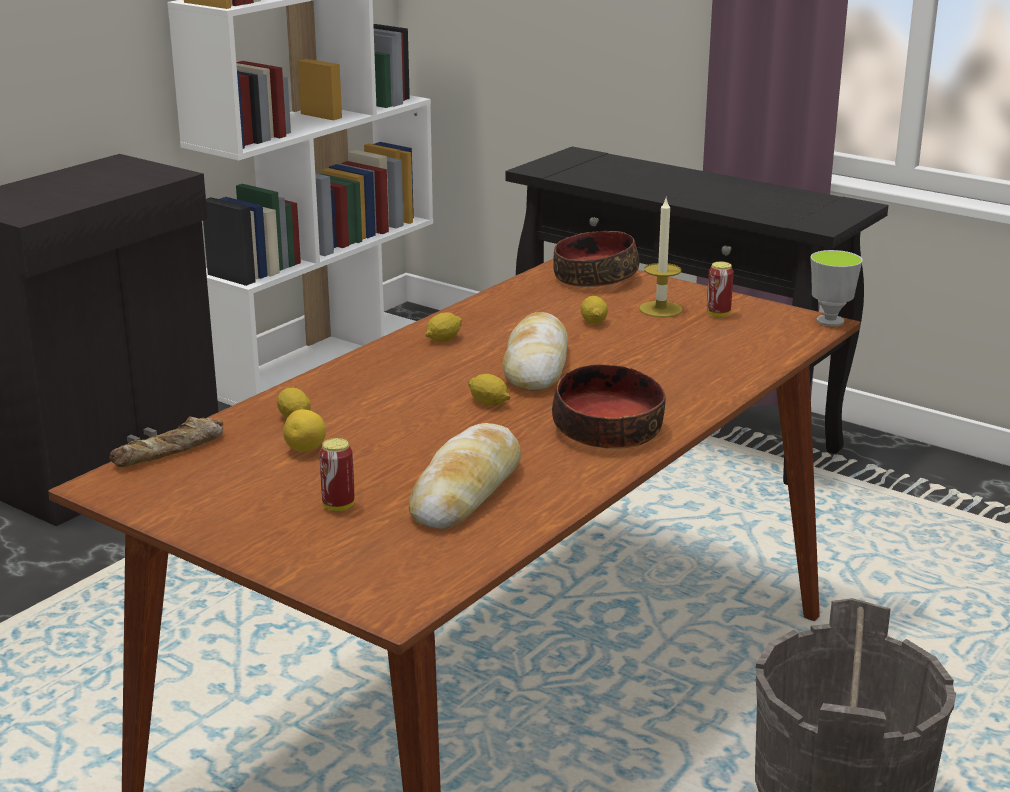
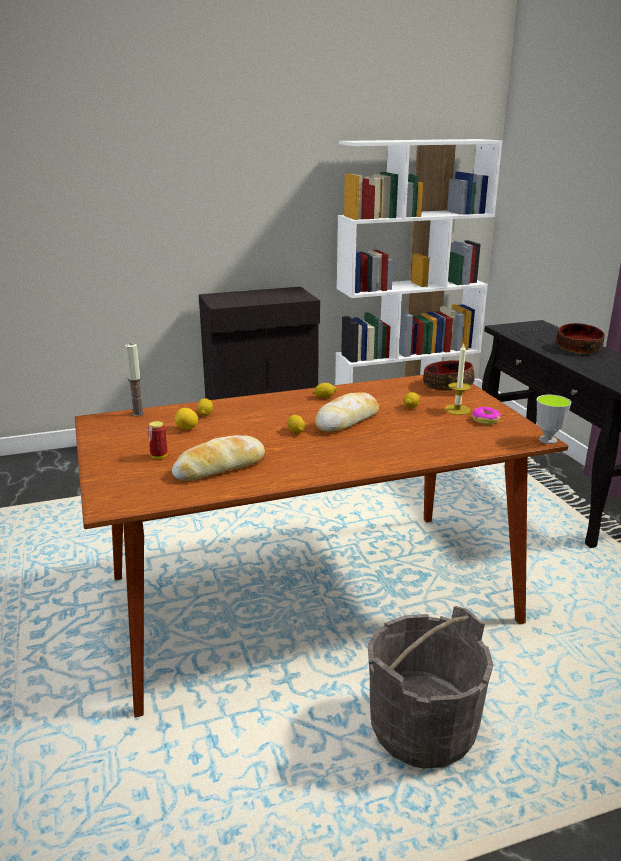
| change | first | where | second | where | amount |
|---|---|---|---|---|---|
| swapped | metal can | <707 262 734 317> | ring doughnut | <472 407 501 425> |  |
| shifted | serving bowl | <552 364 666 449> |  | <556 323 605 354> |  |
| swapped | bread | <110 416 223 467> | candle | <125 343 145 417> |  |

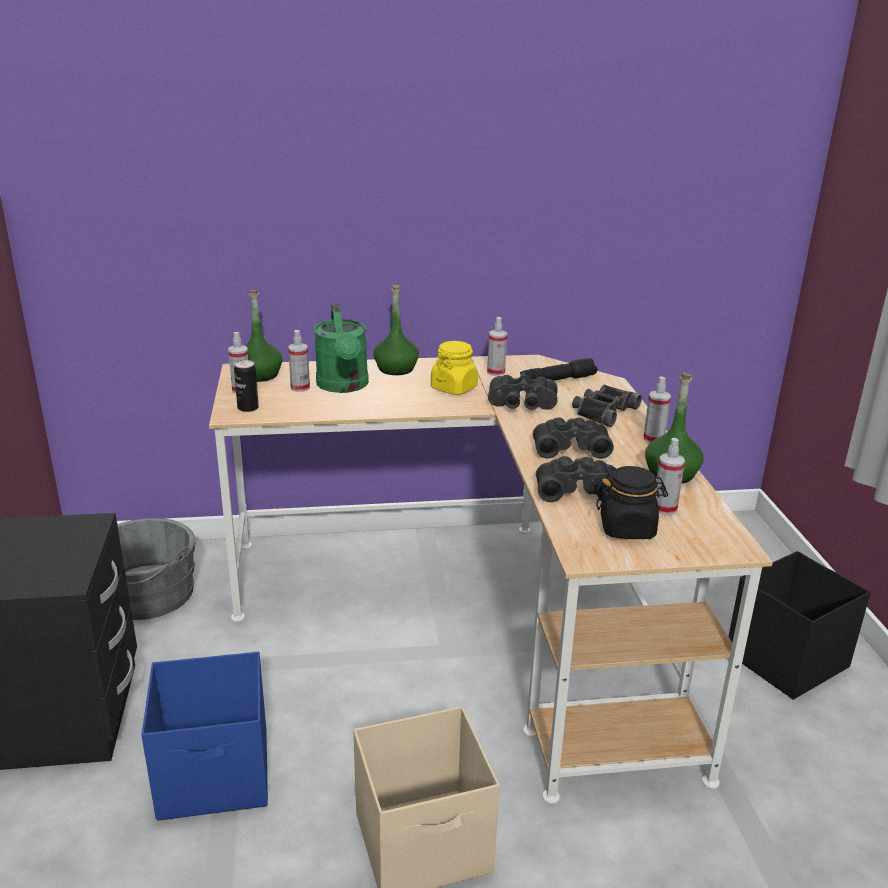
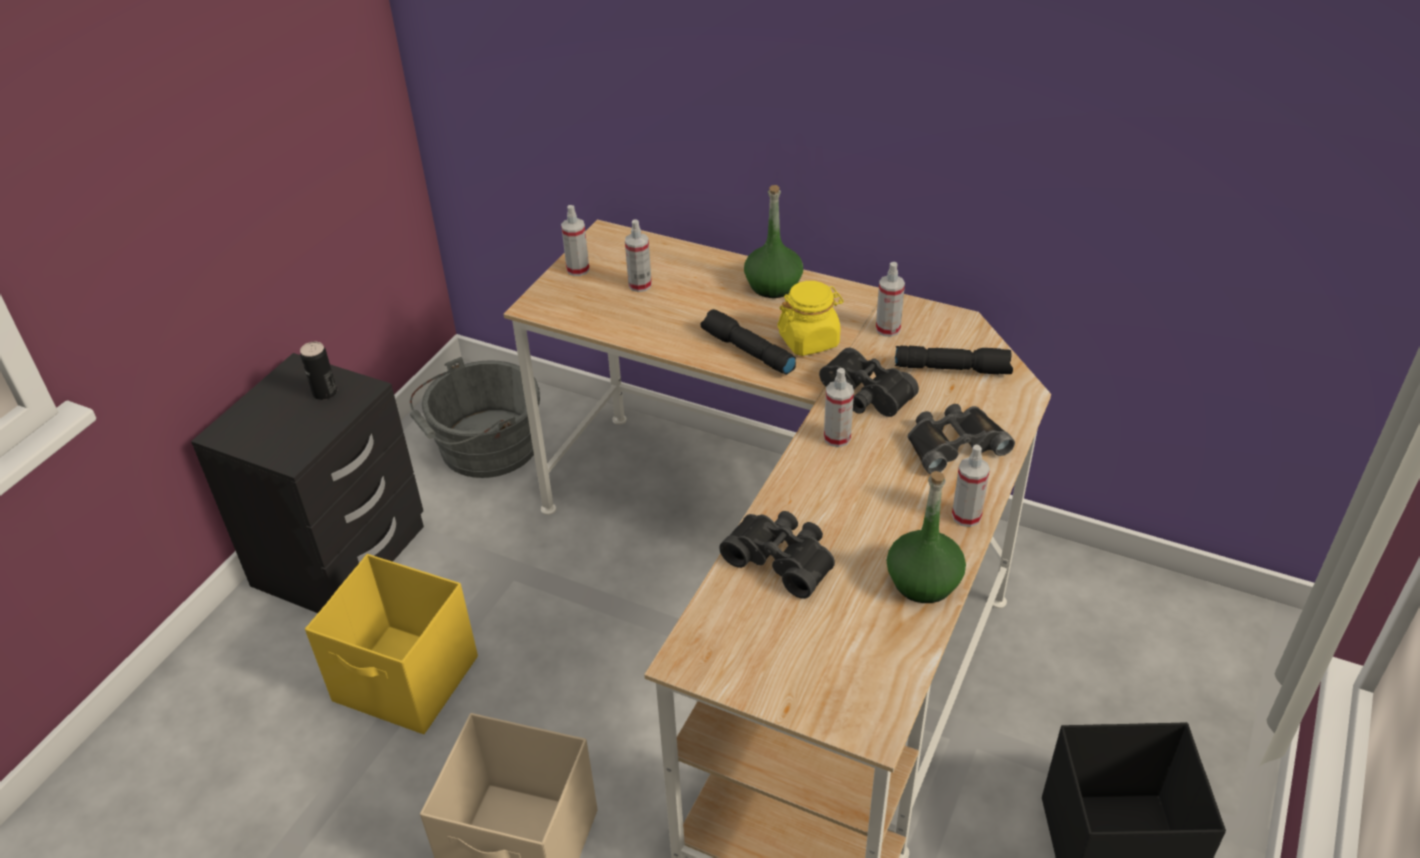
| change | first | where | second | where | amount |
|---|---|---|---|---|---|
| gone | greenish bottle | <246 290 282 382> |  |  |  |
| gone | greenish sprinkling can | <314 304 369 393> |  |  |  |
| shifted | metal can | <234 360 259 412> |  | <300 342 337 400> |  |
| gone | black field glasses | <533 417 614 459> |  |  |  |
| shifted | hand sprayer | <656 438 685 515> |  | <824 368 854 447> |  |
| gone | black jar | <596 466 668 539> |  |  |  |
| repainted | bluish storage bin | <141 652 268 821> | yellowish storage bin | <305 554 478 734> |  |
| new |  |  | black torch | <700 309 796 375> |  |

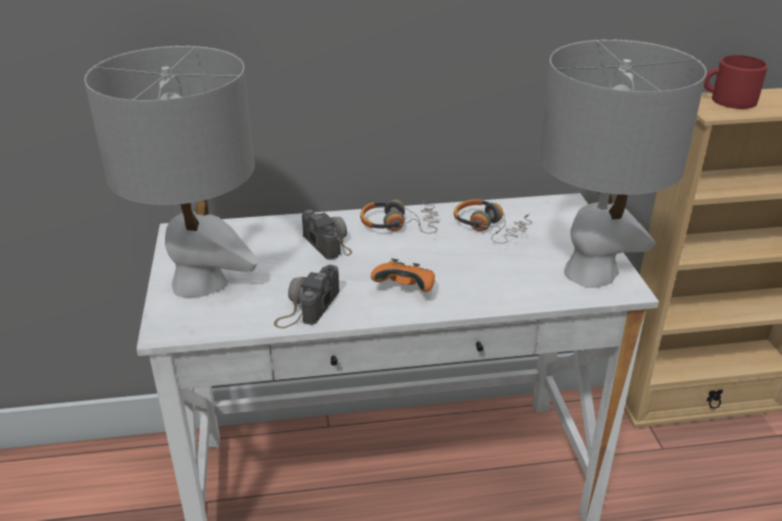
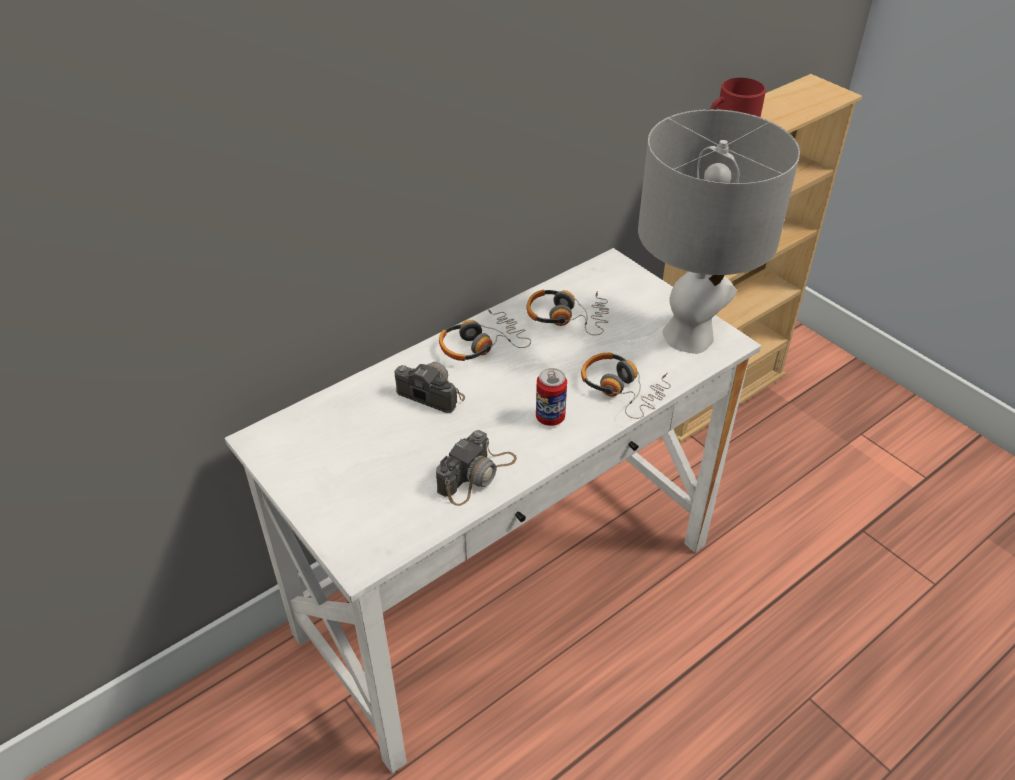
| change | first | where | second | where | amount |
|---|---|---|---|---|---|
| gone | gray table lamp | <84 46 258 297> |  |  |  |
| swapped | orange-coloured joypad | <371 258 435 292> | metal can | <536 368 567 426> |  |
| rotated | still camera | <274 265 340 328> |  | <436 430 517 506> | 135 degrees counterclockwise |
| new |  |  | headset | <581 353 671 419> |  |

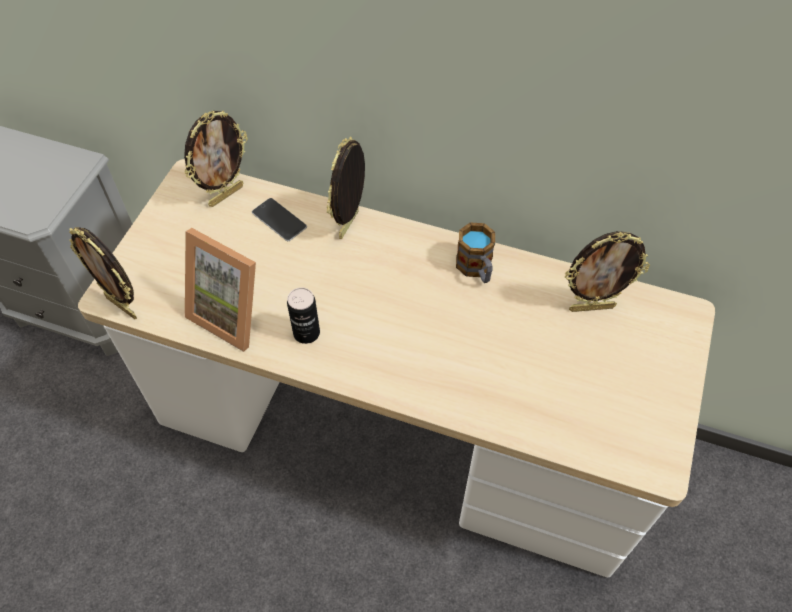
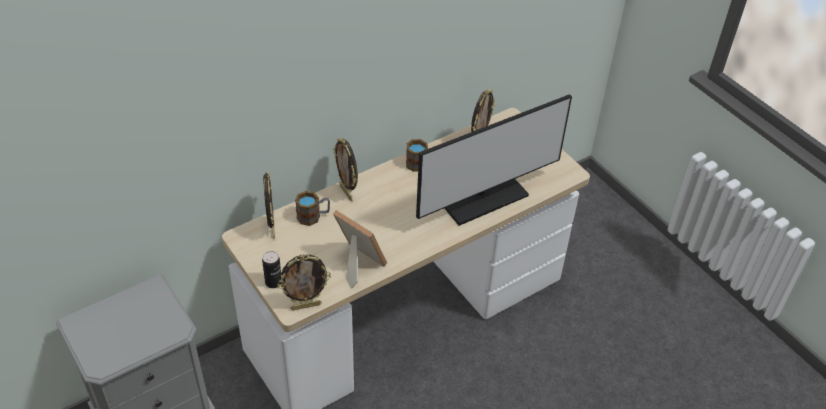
| change | first | where | second | where | amount |
|---|---|---|---|---|---|
| swapped | phone | <252 198 307 241> | tea mug | <295 191 330 226> |  |
| rotated | standing frame | <185 228 256 352> |  | <333 210 387 288> | 120 degrees counterclockwise |
| shifted | metal can | <287 287 320 344> |  | <262 251 281 288> |  |
| new |  |  | monitor | <416 94 572 226> |  |

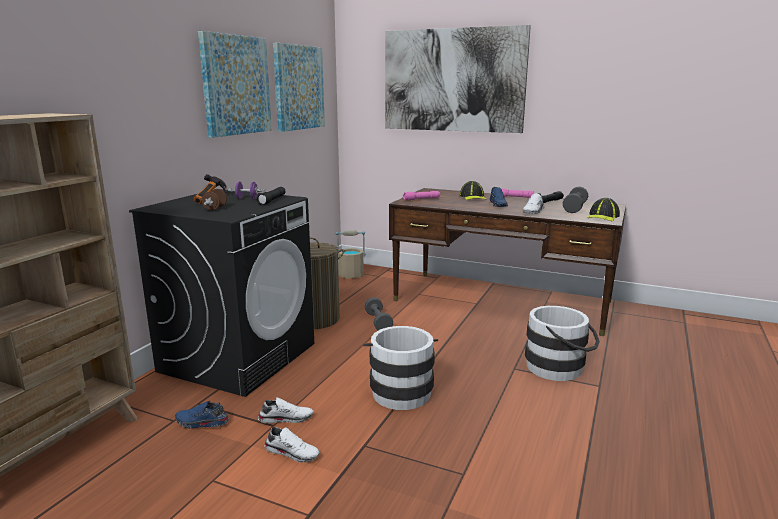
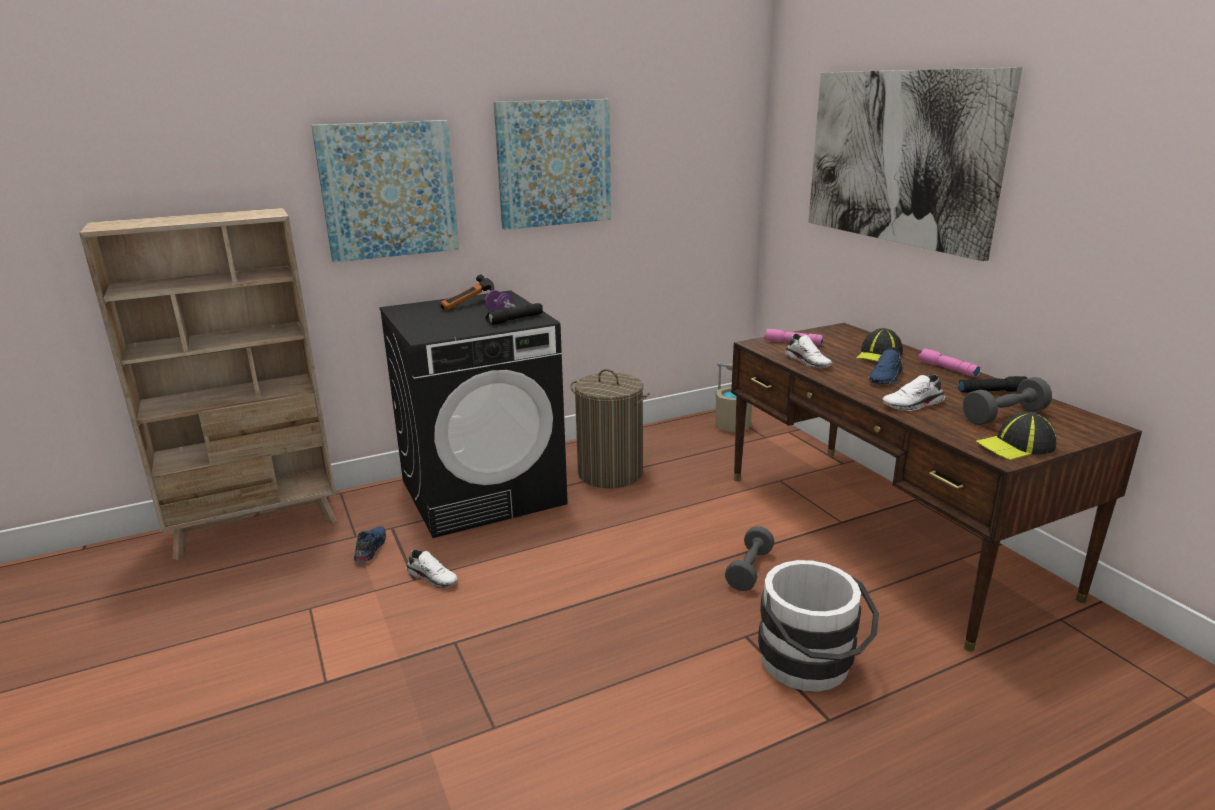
| change | first | where | second | where | amount |
|---|---|---|---|---|---|
| shifted | wall picture | <273 43 325 132> |  | <311 120 459 263> |  |
| gone | brownish hand weight | <202 189 227 210> |  |  |  |
| shifted | gray hand weight | <364 297 393 330> |  | <725 526 774 591> |  |
| gone | whitish pail | <363 326 438 410> |  |  |  |
| rotated | bluish item of footwear | <175 401 229 428> |  | <354 527 386 562> | 45 degrees clockwise |
| shifted | whitish item of footwear | <264 427 320 463> |  | <785 334 832 368> |  |

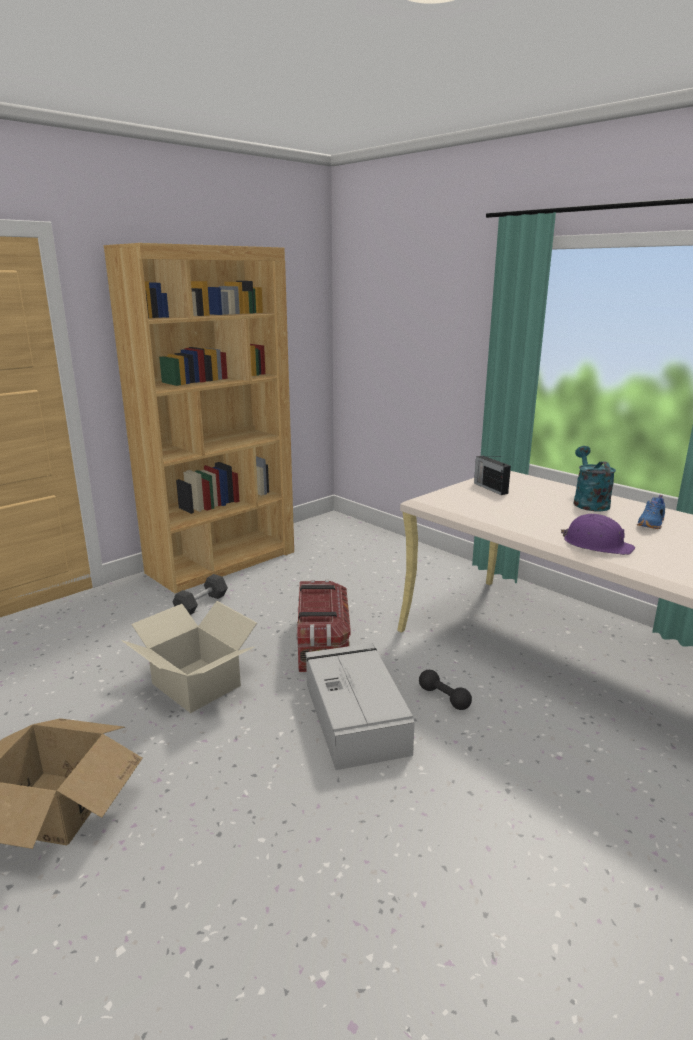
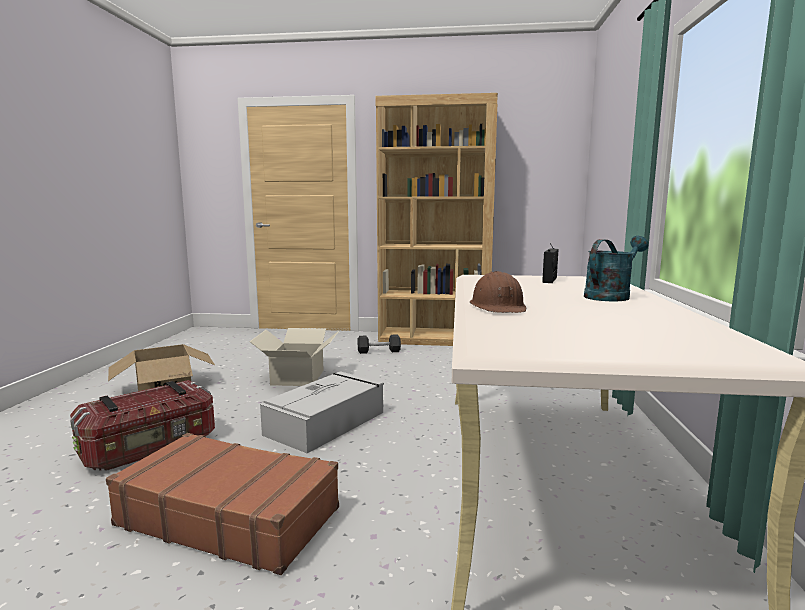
| change | first | where | second | where | amount |
|---|---|---|---|---|---|
| gone | bluish item of footwear | <637 495 665 529> |  |  |  |
| repainted | purple work helmet | <561 514 635 555> | brownish work helmet | <470 271 526 313> |  |
| shifted | storage bin | <296 580 351 672> |  | <70 380 215 471> |  |
| gone | black hand weight | <419 670 472 710> |  |  |  |
| new |  |  | brownish travel case | <106 433 339 575> |  |

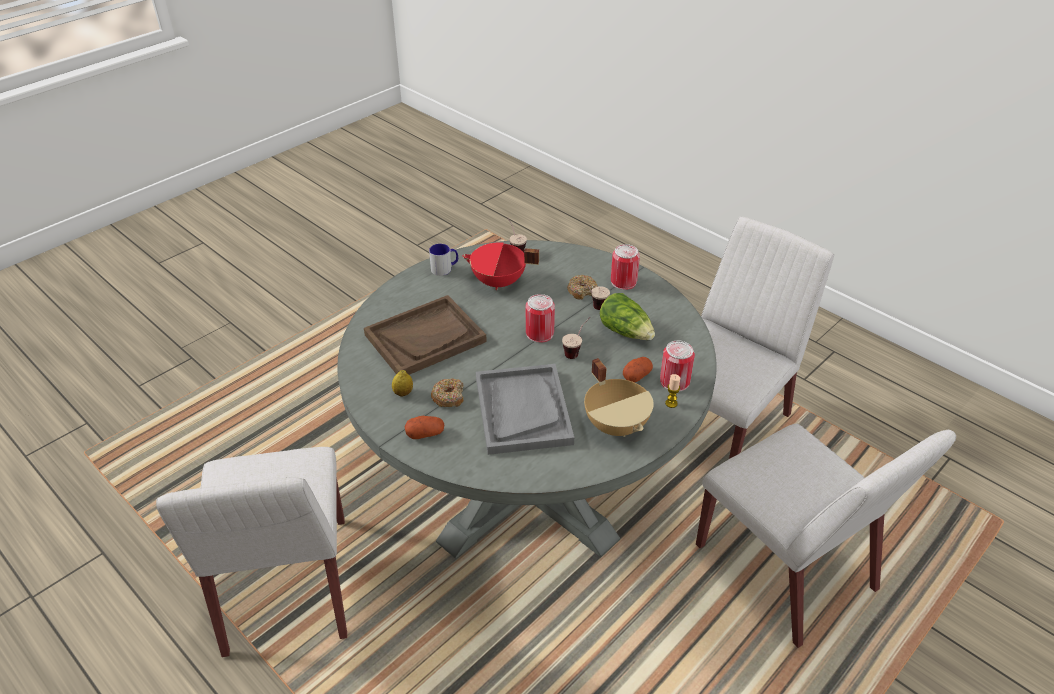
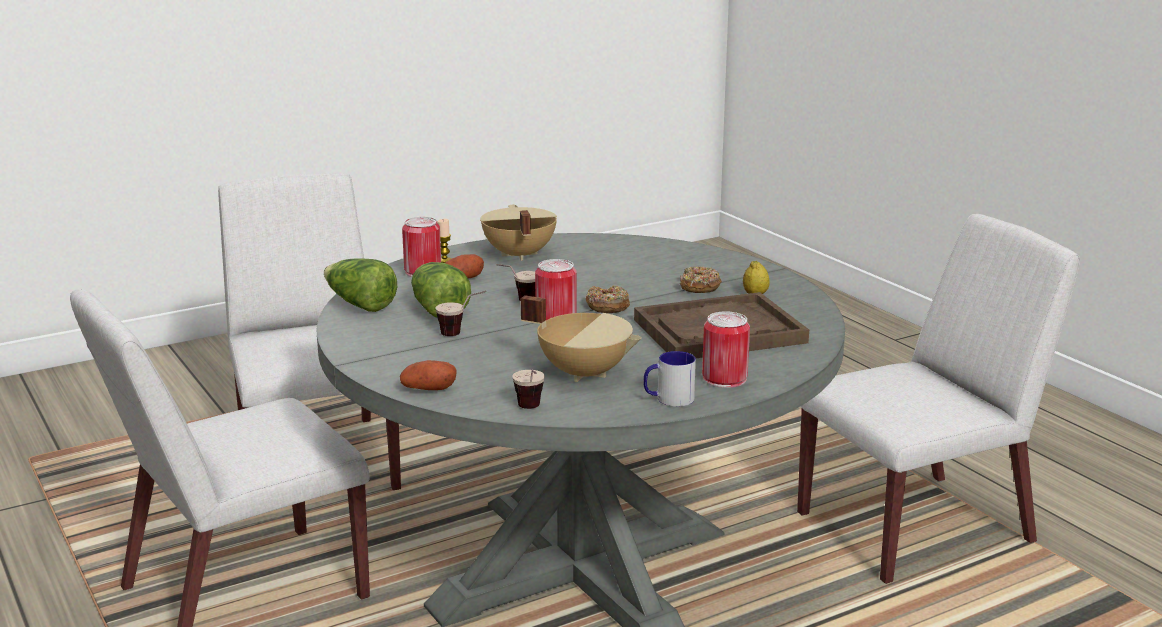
| change | first | where | second | where | amount |
|---|---|---|---|---|---|
| repainted | red saucepot | <463 242 539 290> | sand-coloured saucepot | <521 295 642 382> |  |
| shifted | metal can | <611 244 640 290> |  | <702 311 750 388> |  |
| shifted | ring doughnut | <567 275 598 299> |  | <586 285 630 313> |  |
| gone | gray tray | <476 364 574 455> |  |  |  |
| shifted | potato | <404 416 444 439> |  | <400 360 456 390> |  |
| rotated | whitish upright chair | <156 447 347 657> |  | <797 214 1080 584> | 60 degrees clockwise |
| new |  |  | lettuce | <324 258 397 312> |  |

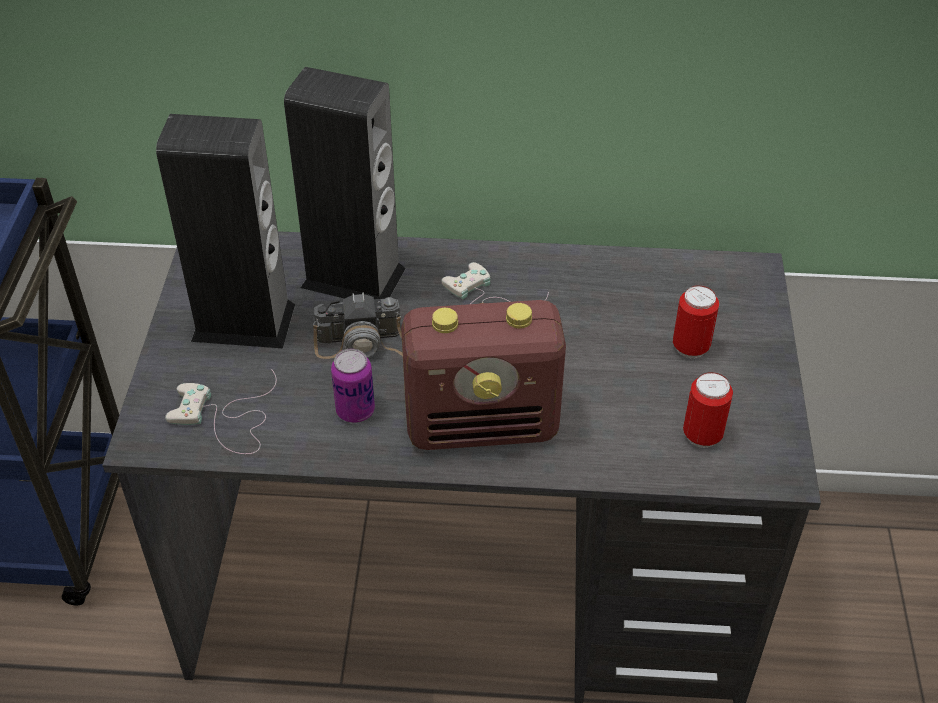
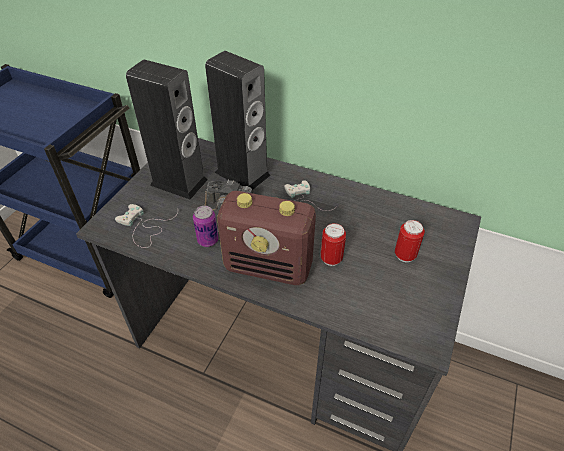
| change | first | where | second | where | amount |
|---|---|---|---|---|---|
| shifted | metal can | <683 372 733 448> |  | <320 223 346 266> |  |

